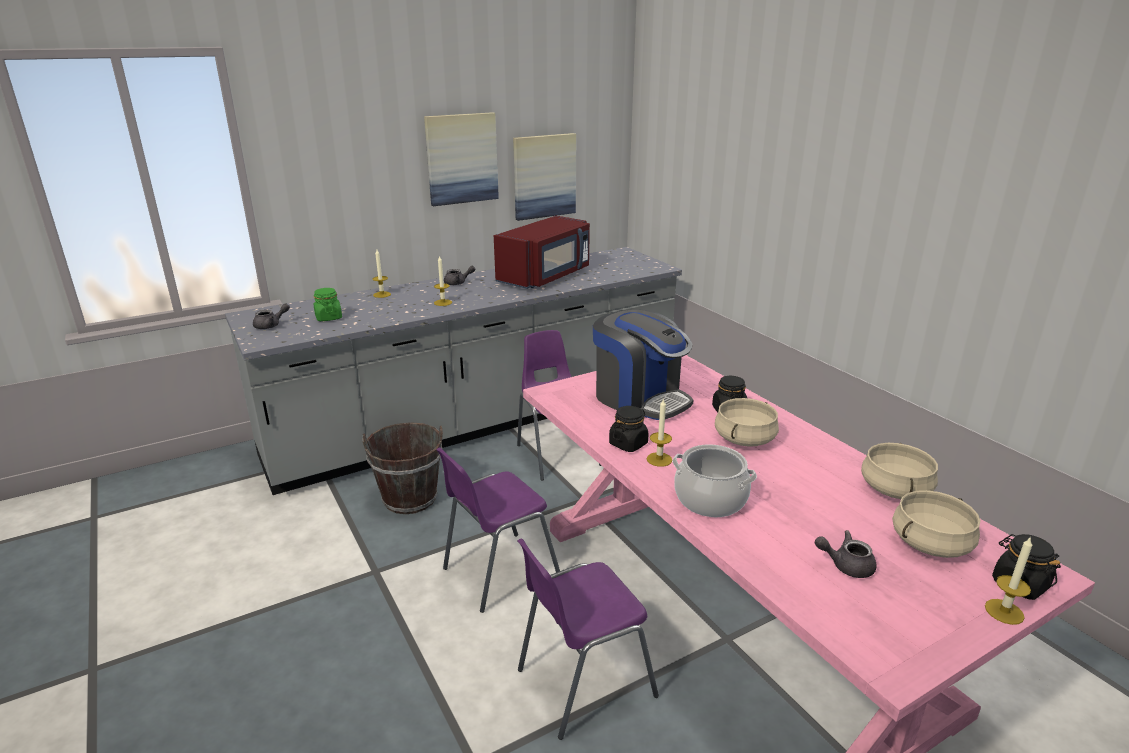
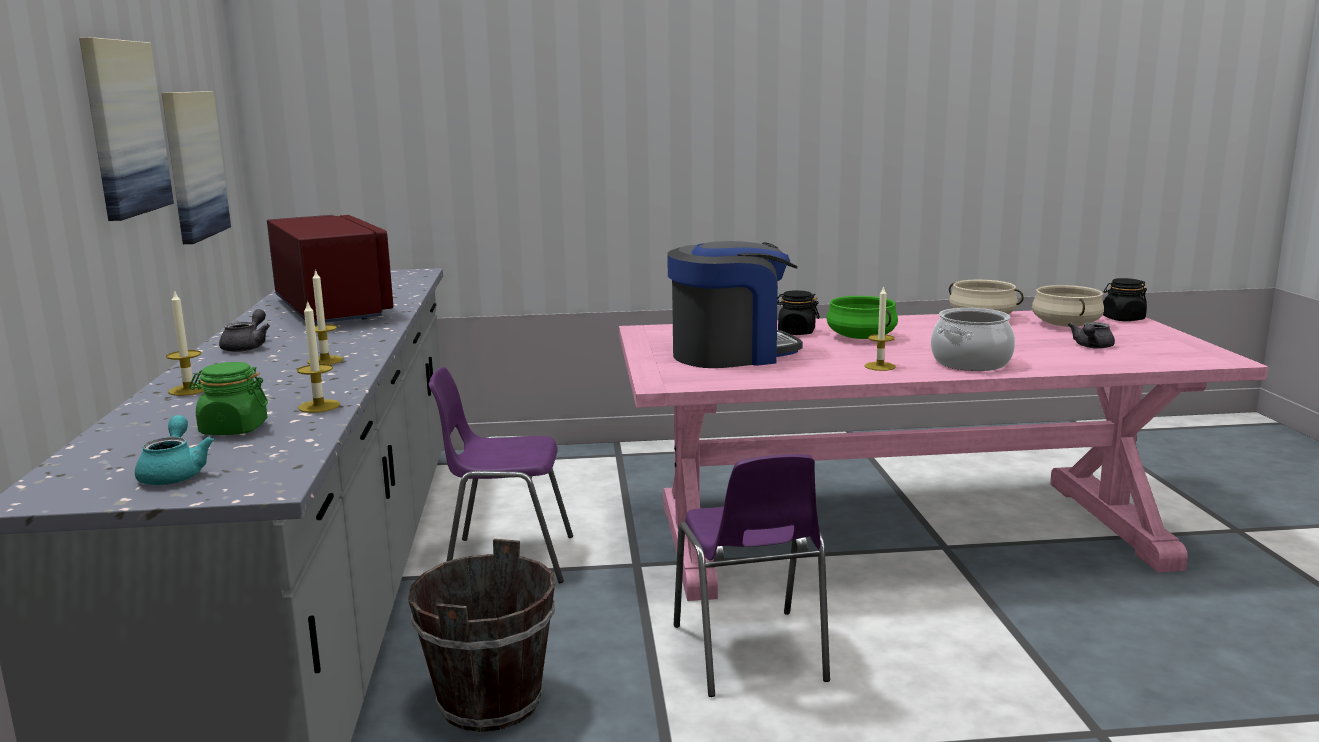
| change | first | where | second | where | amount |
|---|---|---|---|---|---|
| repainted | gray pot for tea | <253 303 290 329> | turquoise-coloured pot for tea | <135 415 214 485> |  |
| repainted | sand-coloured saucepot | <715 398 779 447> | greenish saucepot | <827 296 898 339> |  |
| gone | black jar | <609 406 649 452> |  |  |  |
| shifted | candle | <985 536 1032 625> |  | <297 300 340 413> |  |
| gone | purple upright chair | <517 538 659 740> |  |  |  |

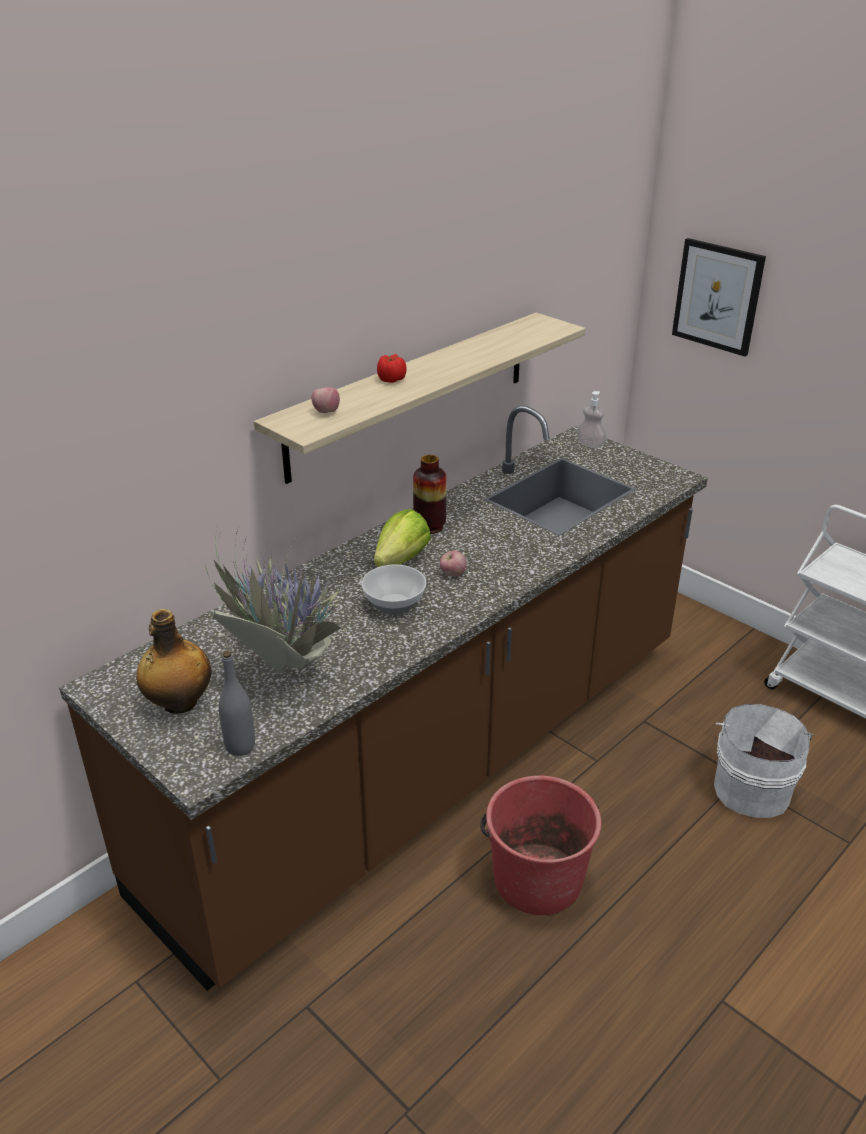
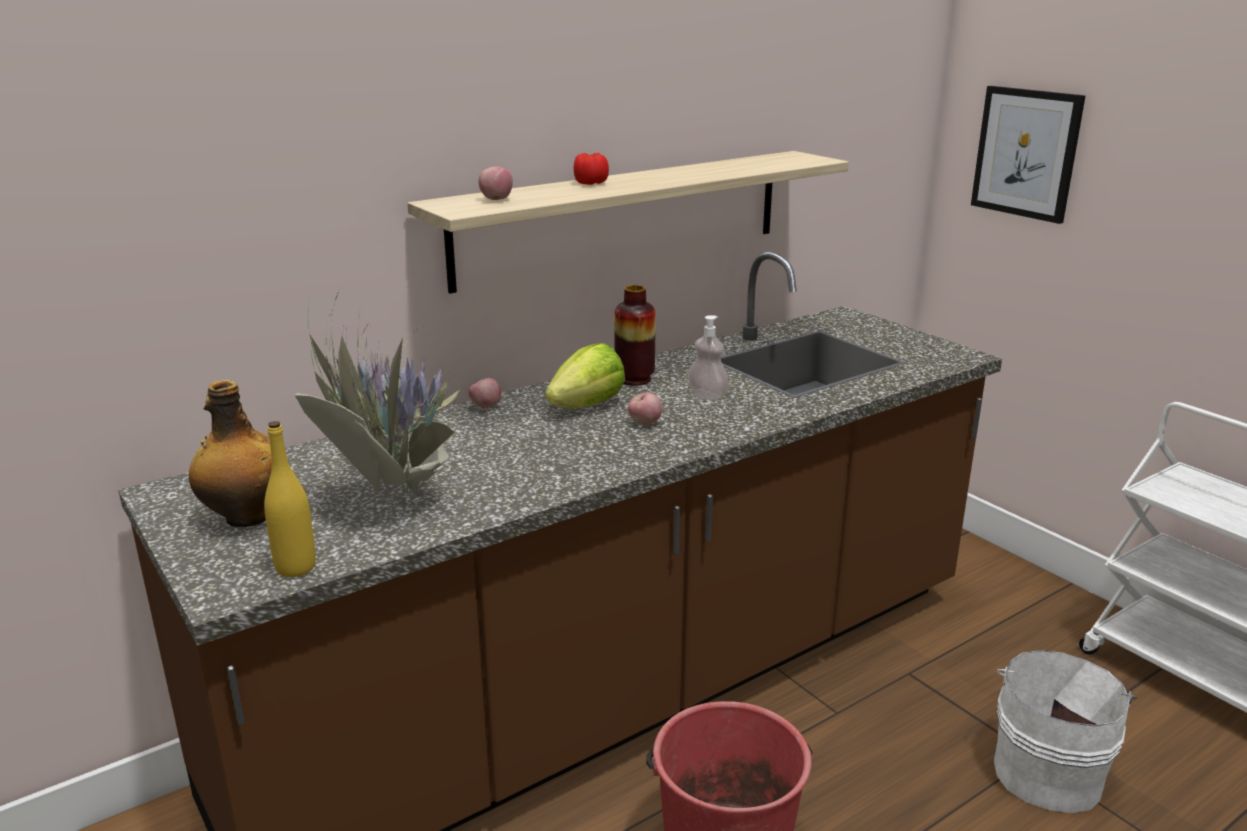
| change | first | where | second | where | amount |
|---|---|---|---|---|---|
| shifted | liquid soap bottle | <577 391 607 448> |  | <688 315 729 400> |  |
| gone | serving bowl | <361 564 427 615> |  |  |  |
| repainted | gray bottle | <219 651 255 756> | yellowish bottle | <264 421 316 577> |  |
| new |  |  | whole apple | <469 378 501 409> |  |

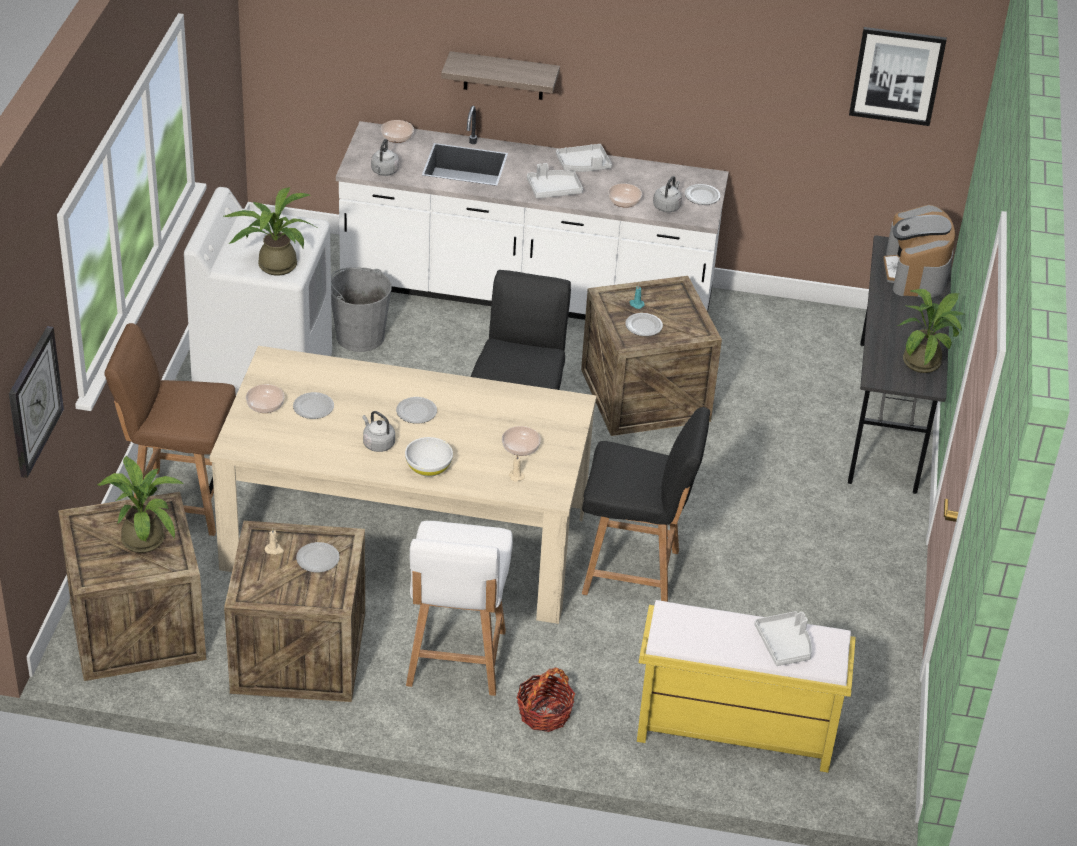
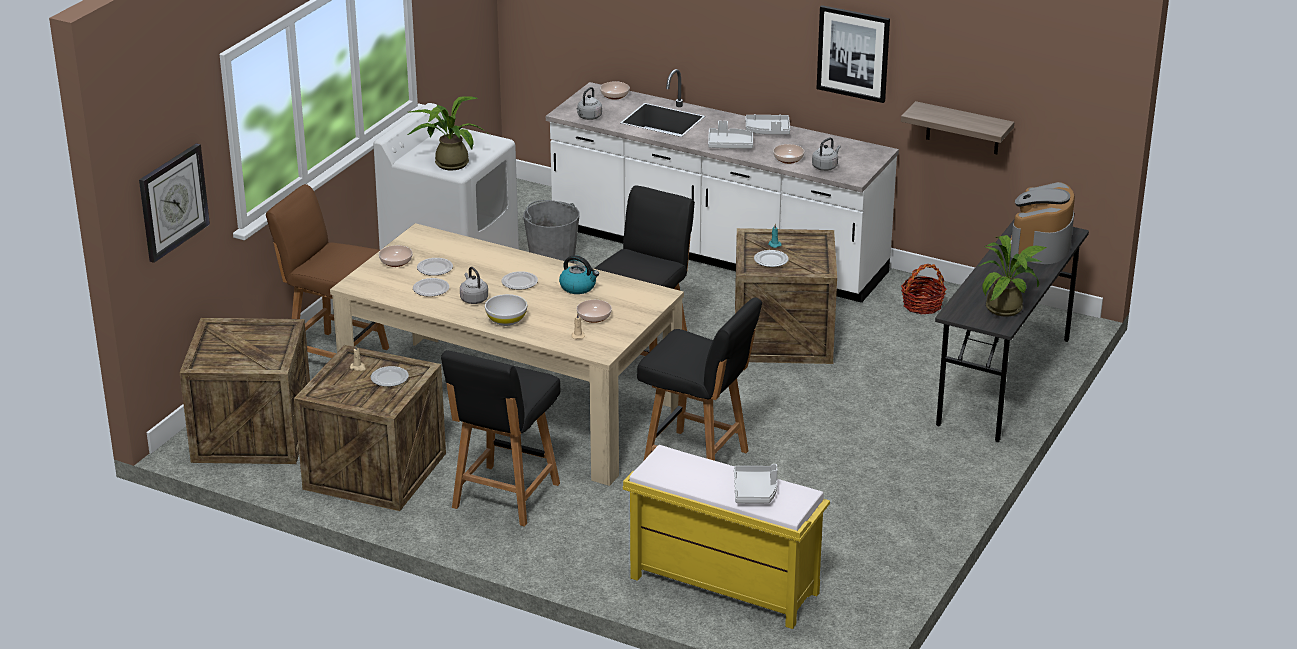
| change | first | where | second | where | amount |
|---|---|---|---|---|---|
| shifted | wall picture | <849 27 947 126> |  | <817 5 890 103> |  |
| shifted | bracket shelf | <441 51 560 100> |  | <901 101 1014 154> |  |
| shifted | plate | <685 184 721 205> |  | <413 278 449 297> |  |
| gone | houseplant | <97 456 184 553> |  |  |  |
| repainted | whitish upright chair | <406 521 513 696> | black upright chair | <441 350 560 527> |  |
| shifted | storage basket | <517 667 575 732> |  | <901 264 947 315> |  |
| new |  |  | water kettle | <559 255 599 294> |  |

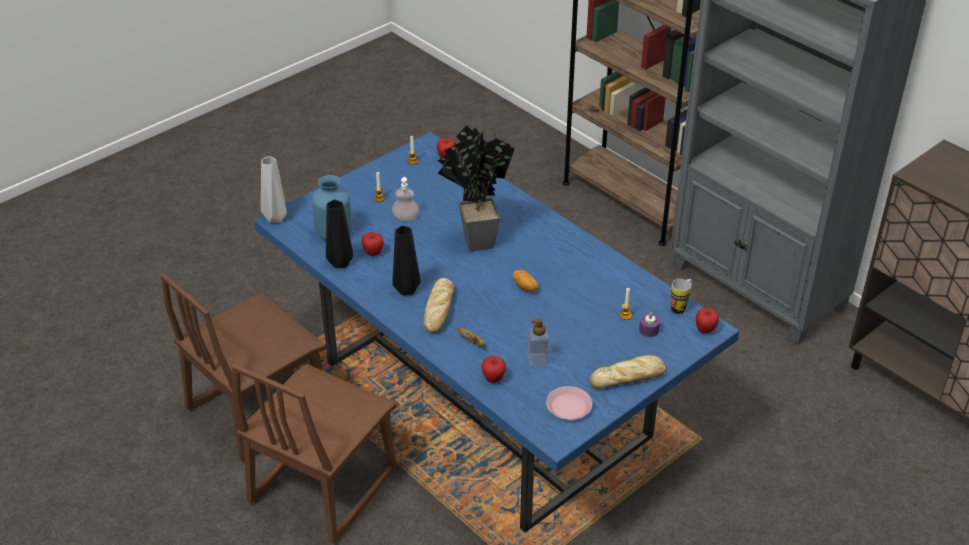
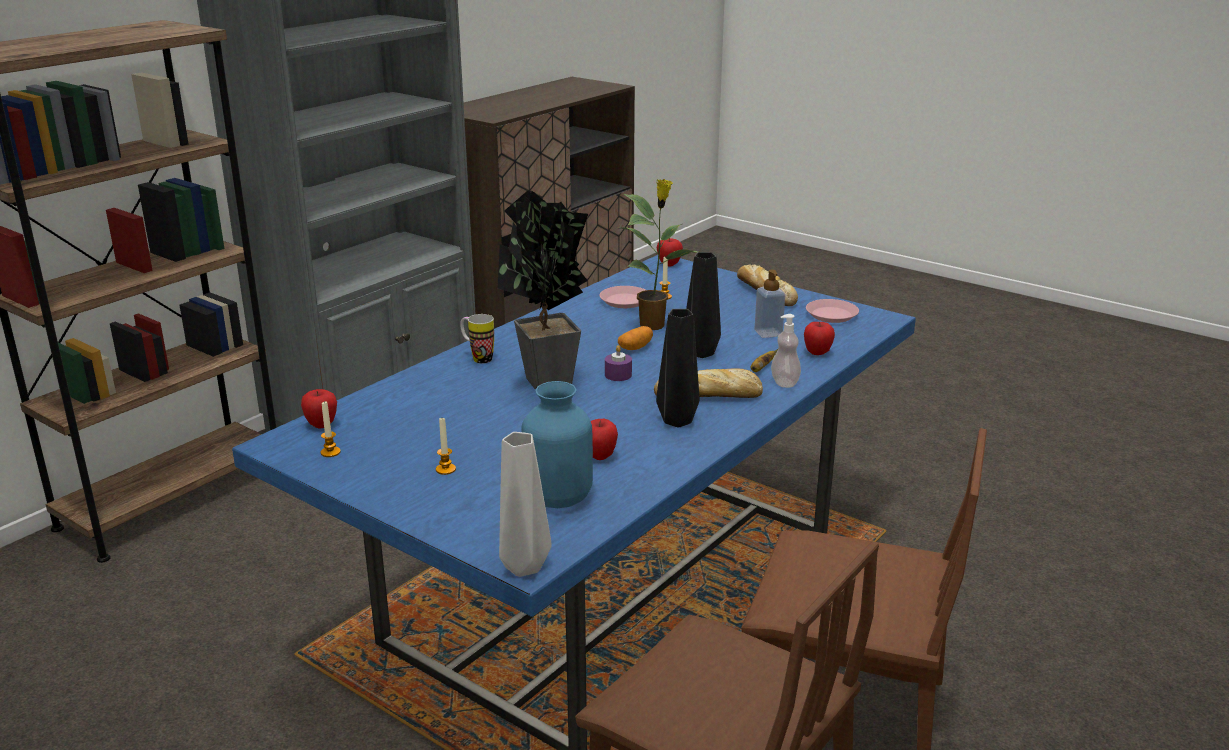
| change | first | where | second | where | amount |
|---|---|---|---|---|---|
| shifted | liquid soap bottle | <392 177 419 221> |  | <771 314 801 388> |  |
| shifted | black decorative vase | <326 200 354 268> |  | <686 252 721 358> |  |
| shifted | tea mug | <671 279 693 314> |  | <460 314 494 363> |  |
| shifted | purple candle | <639 312 660 337> |  | <605 345 632 381> |  |
| new |  |  | houseplant | <621 179 699 330> |  |
| new |  |  | pink-coloured plate | <600 286 645 308> |  |

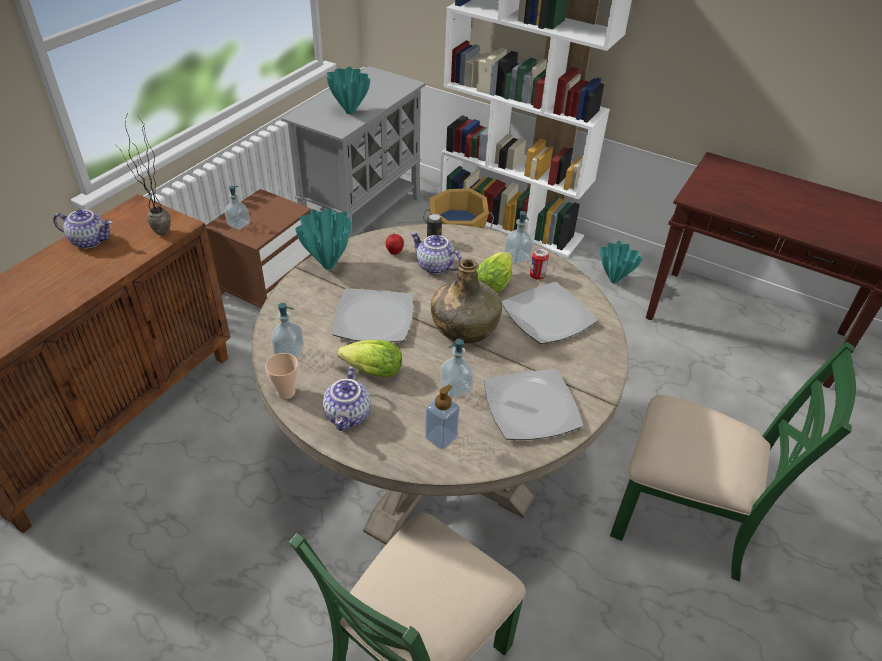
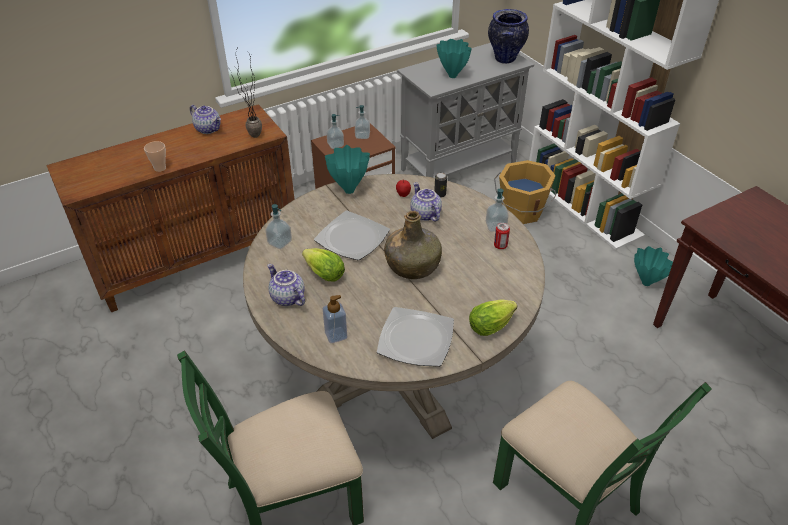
| change | first | where | second | where | amount |
|---|---|---|---|---|---|
| shifted | lettuce | <476 252 512 293> |  | <469 300 517 336> |  |
| gone | plate | <502 282 597 344> |  |  |  |
| shifted | liquid soap bottle | <440 339 474 398> |  | <355 105 370 139> |  |
| shifted | small cup | <265 353 298 399> |  | <144 141 166 172> |  |
| rotated | pot for tea | <323 367 371 431> |  | <267 264 305 306> | 105 degrees clockwise |
| new |  |  | decorative vase | <488 9 529 64> |  |

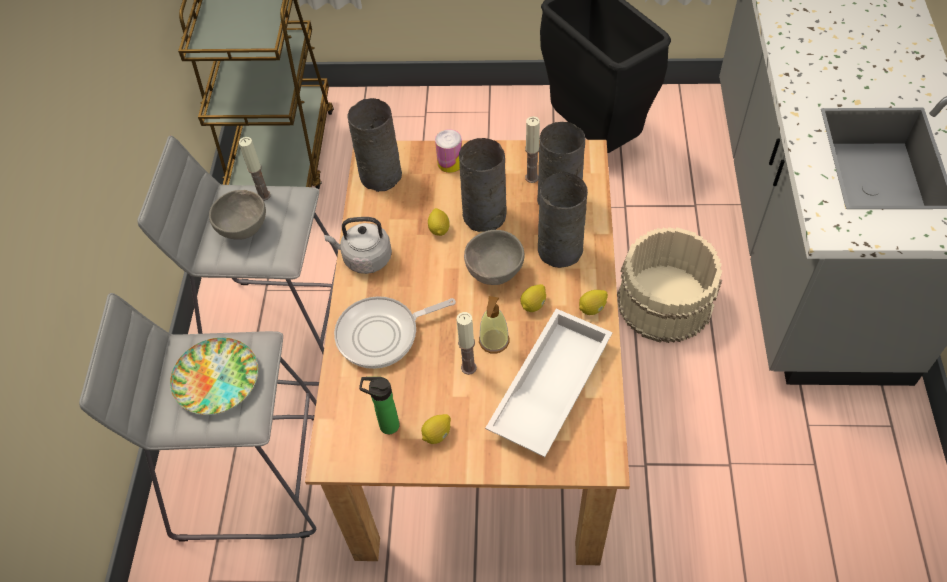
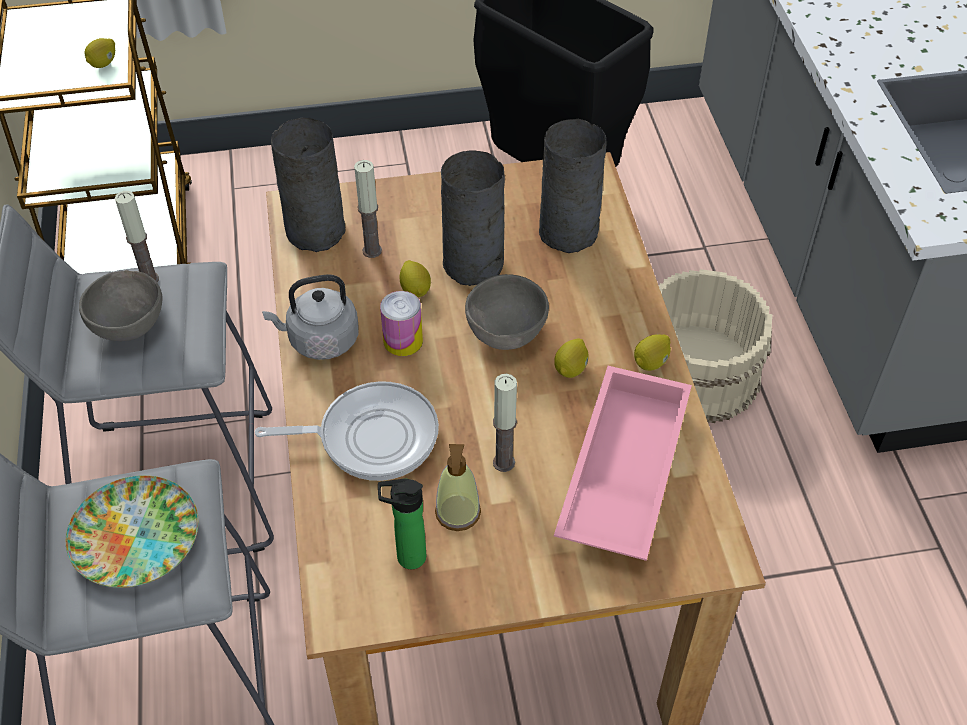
| change | first | where | second | where | amount |
|---|---|---|---|---|---|
| shifted | candle | <525 116 540 183> |  | <354 160 382 258> |  |
| shifted | metal can | <435 129 462 173> |  | <380 291 423 356> |  |
| gone | gray decorative vase | <538 172 588 268> |  |  |  |
| rotated | skillet | <334 296 456 369> |  | <255 381 439 481> | 150 degrees counterclockwise |
| shifted | liquid soap bottle | <479 296 509 353> |  | <435 444 481 531> |  |
| repainted | whitish tray | <485 309 613 457> | pink-coloured tray | <554 366 692 561> |  |
| shifted | lemon | <421 414 451 444> |  | <84 38 115 68> |  |

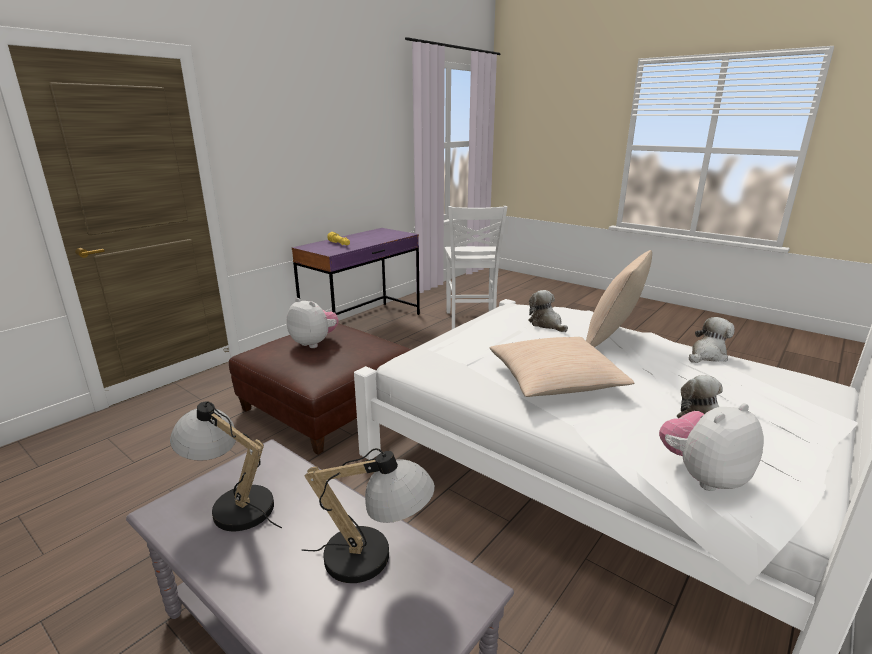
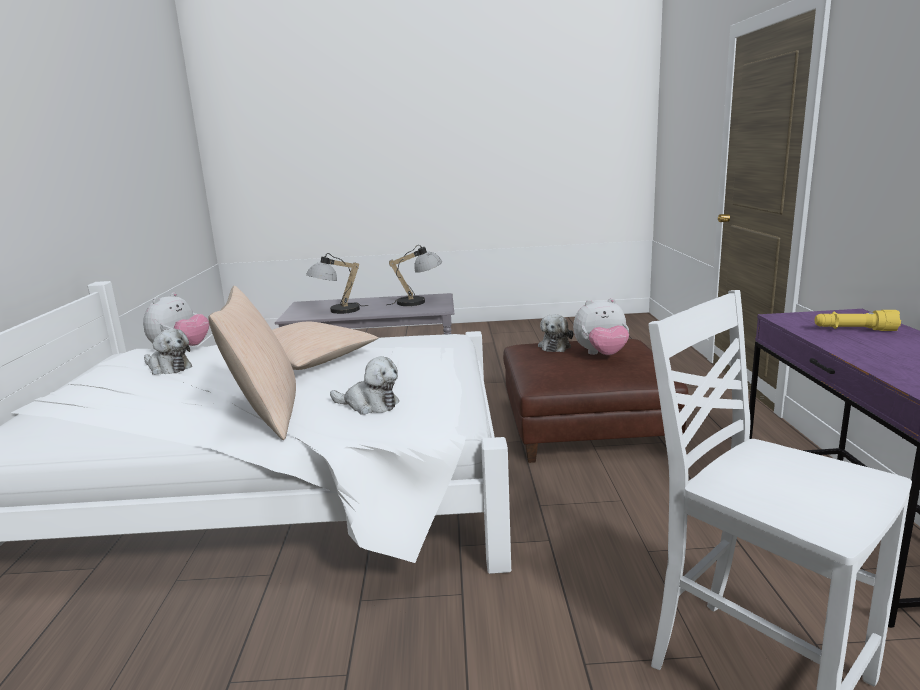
| change | first | where | second | where | amount |
|---|---|---|---|---|---|
| shifted | cuddly toy | <689 317 735 363> |  | <538 314 573 352> |  |

